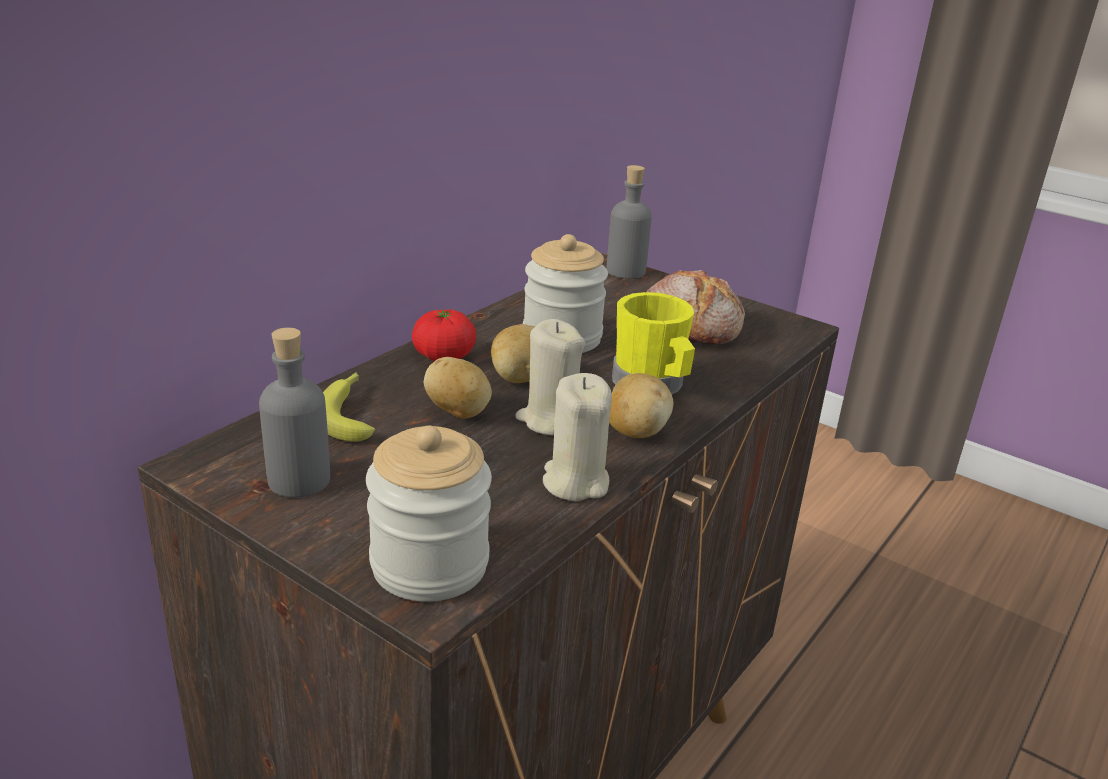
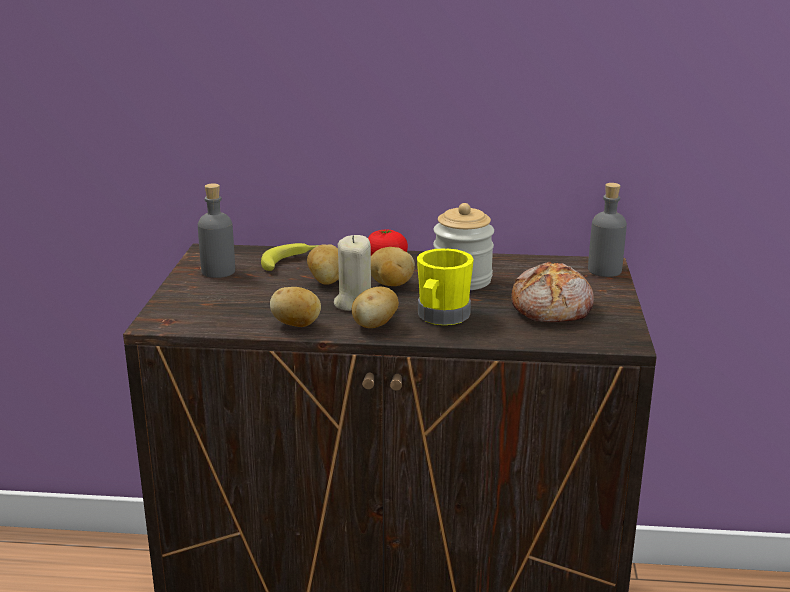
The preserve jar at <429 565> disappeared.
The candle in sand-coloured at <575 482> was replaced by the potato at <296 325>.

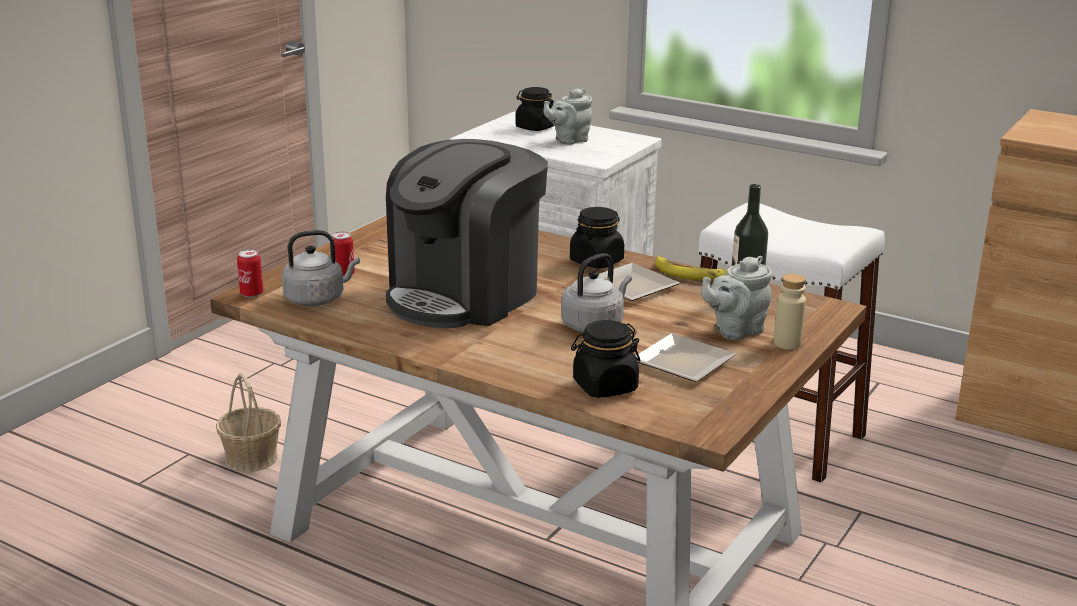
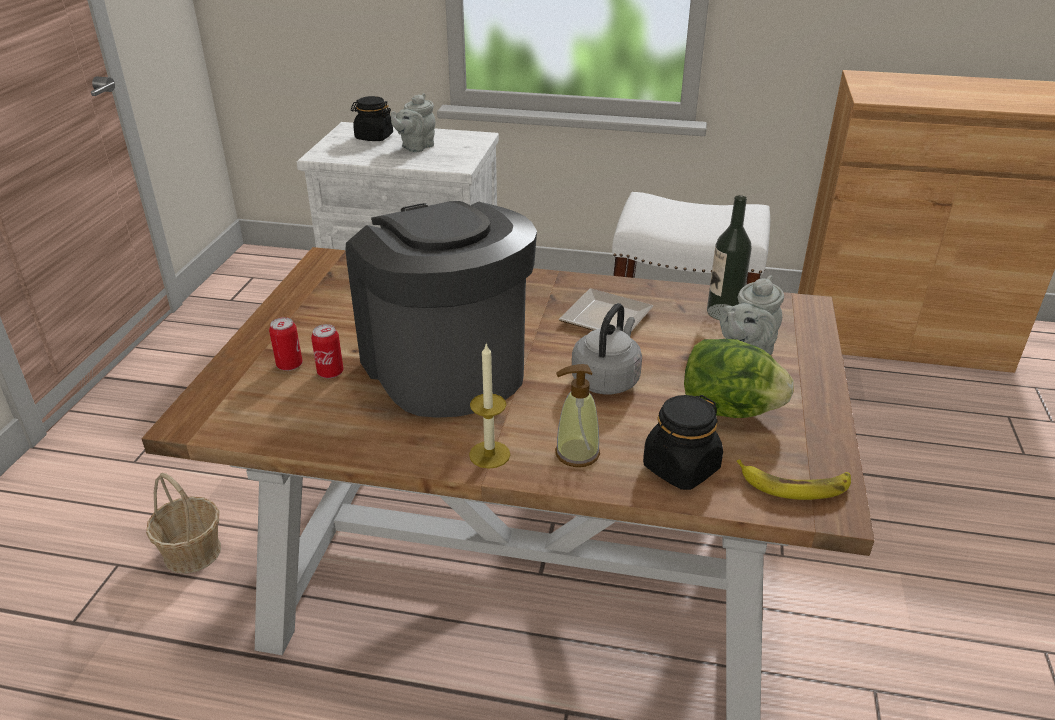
The can moved from <251 294> to <330 372>.
The water kettle in grey at <318 299> disappeared.
The coffee machine at <465 295> turned 135 degrees clockwise.
The preserve jar in black-coloured at <596 261> disappeared.
The flat dish at <682 361> was replaced by the lettuce head at <728 410>.
The banana moved from <689 274> to <795 485>.
The drink bottle in sand-coloured at <787 343> disappeared.
The candle at <489 454> appeared.
The soap bottle at <576 453> appeared.

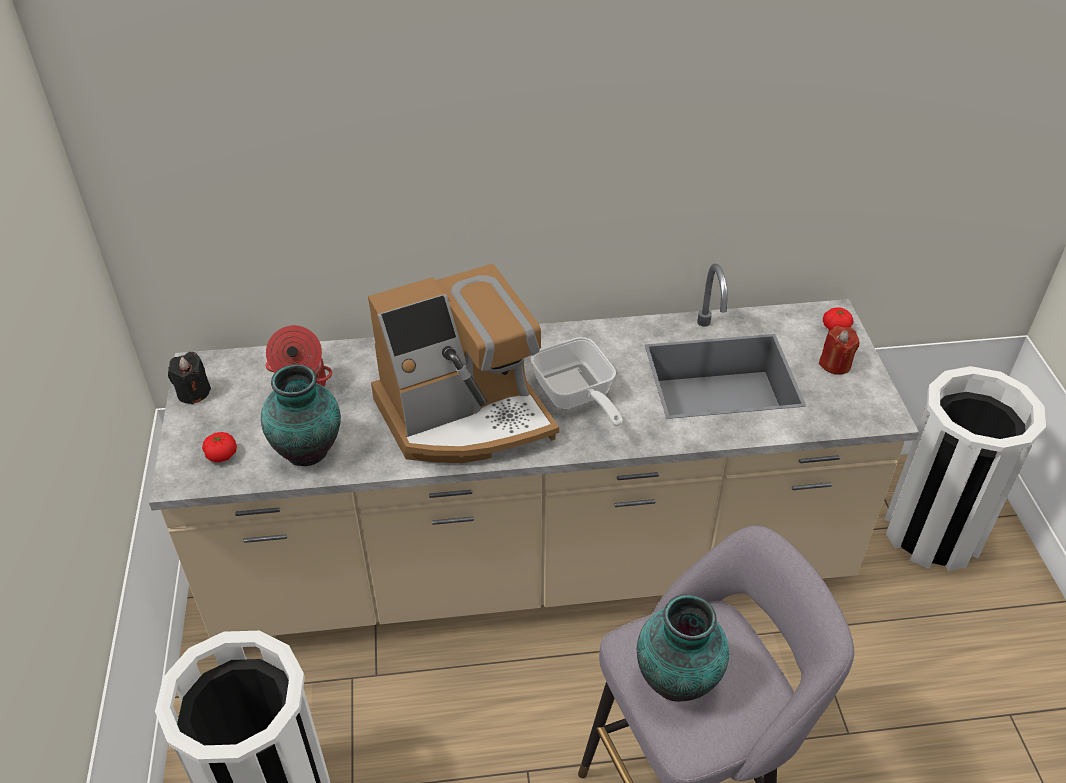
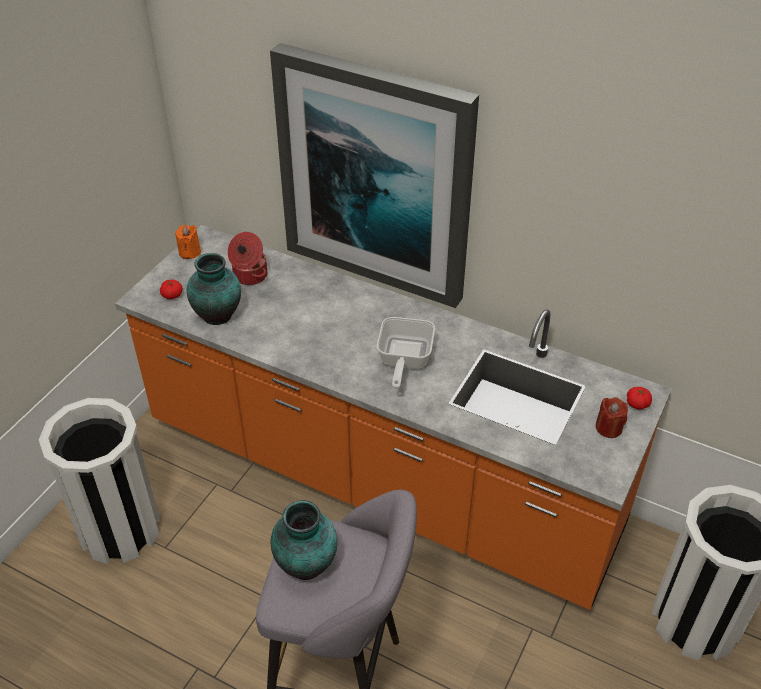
The kitchen base unit in sand-coloured at <533 562> became the kitchen base unit in orange-coloured at <380 476>.
The candle in black-coloured at <193 392> became the candle in orange-coloured at <189 252>.
The coffee machine at <465 416> disappeared.
The wall art at <376 177> appeared.

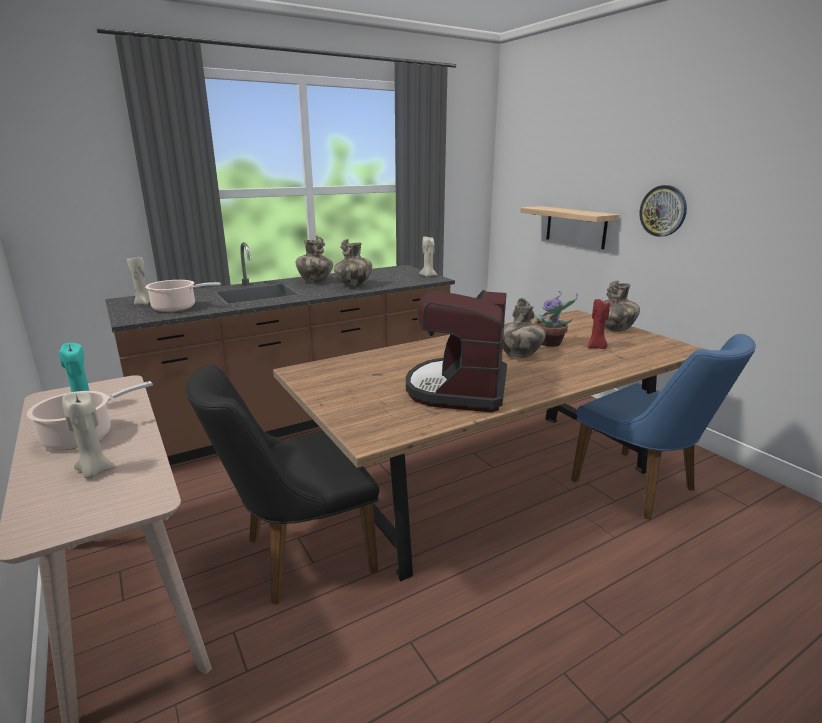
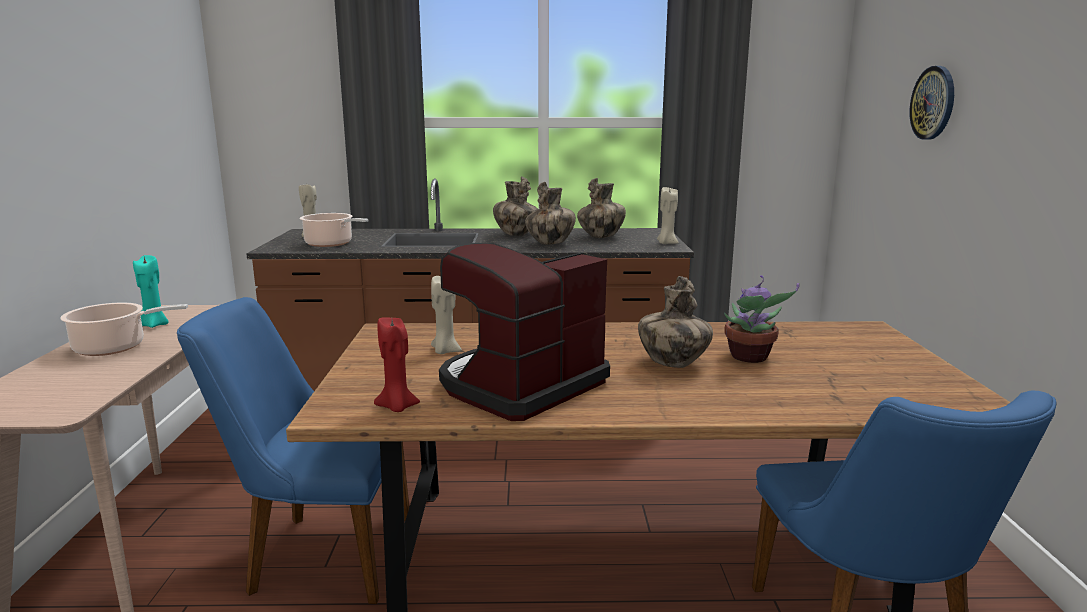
The candle in sand-coloured moved from <94 472> to <445 351>.
The upright chair in black-coloured at <297 556> became the upright chair in blue-coloured at <317 554>.
The shelf at <575 227> disappeared.
The candle in reddish moved from <596 347> to <397 407>.
The vase moved from <614 329> to <601 237>.
The hanging clock moved from <663 211> to <933 103>.

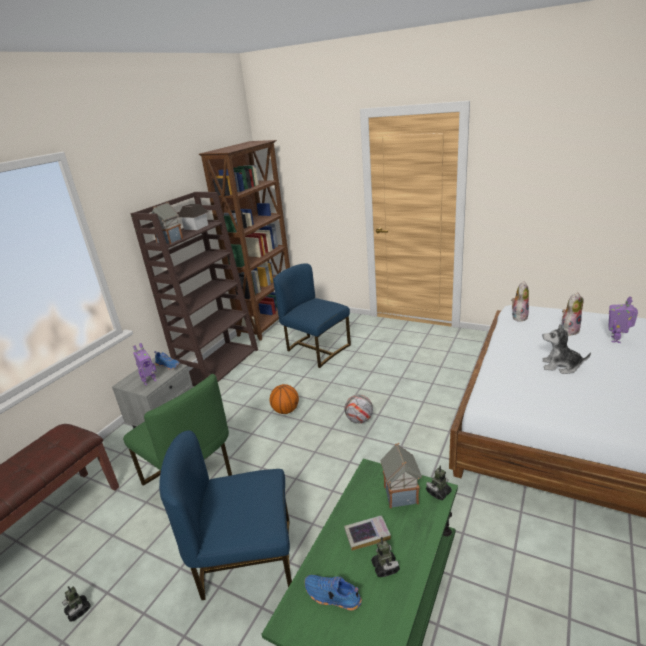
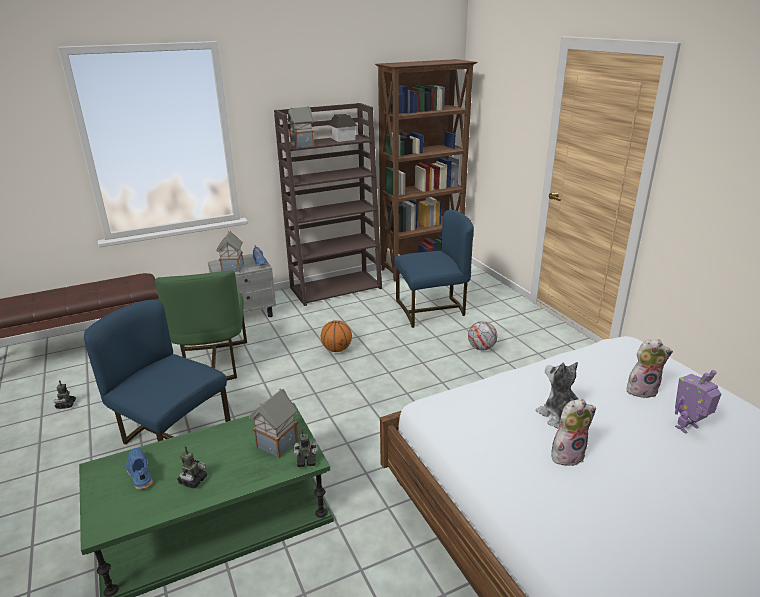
The model robot at <149 381> was replaced by the toy house at <232 268>.
The upright chair in blue-coloured at <316 349> turned 90 degrees clockwise.
The football ball moved from <359 420> to <481 348>.
The volume at <367 535> disappeared.
The cuddly toy moved from <518 316> to <567 454>.

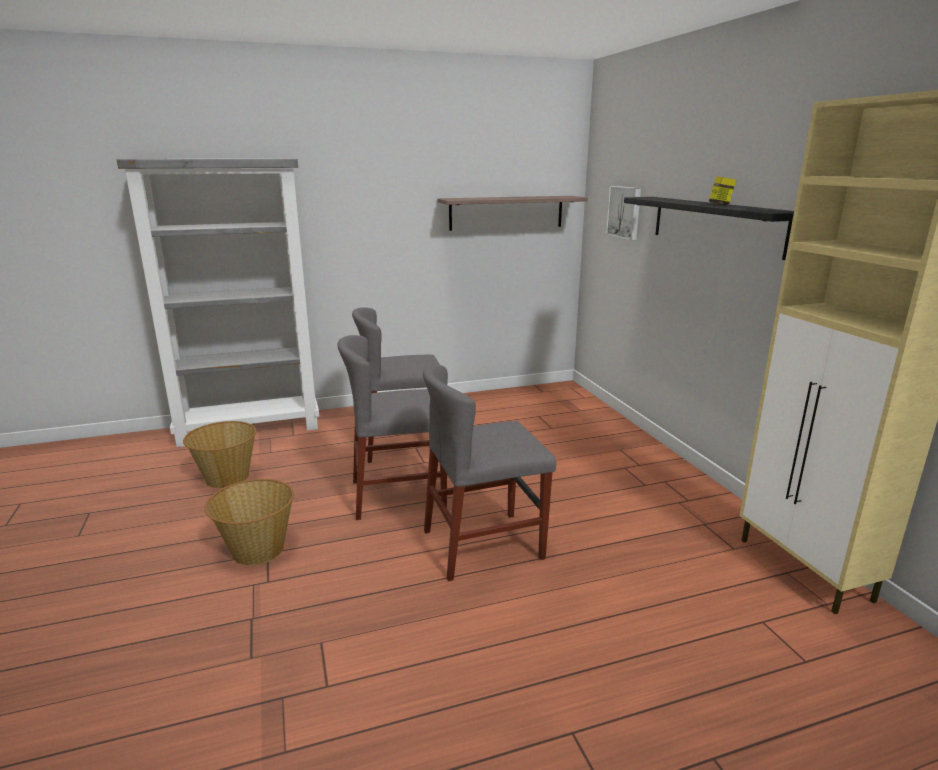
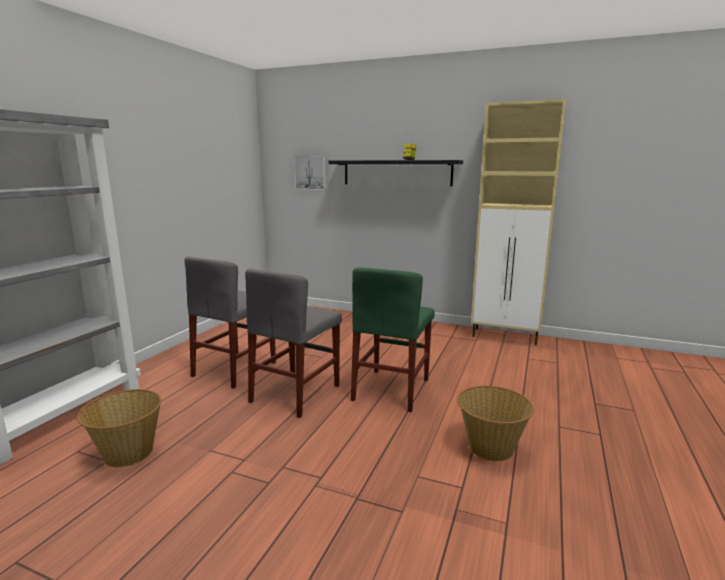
The household basket moved from <257 550> to <490 448>.
The upright chair in grey at <483 544> became the upright chair in greenish at <391 389>.
The shelf at <506 212> disappeared.

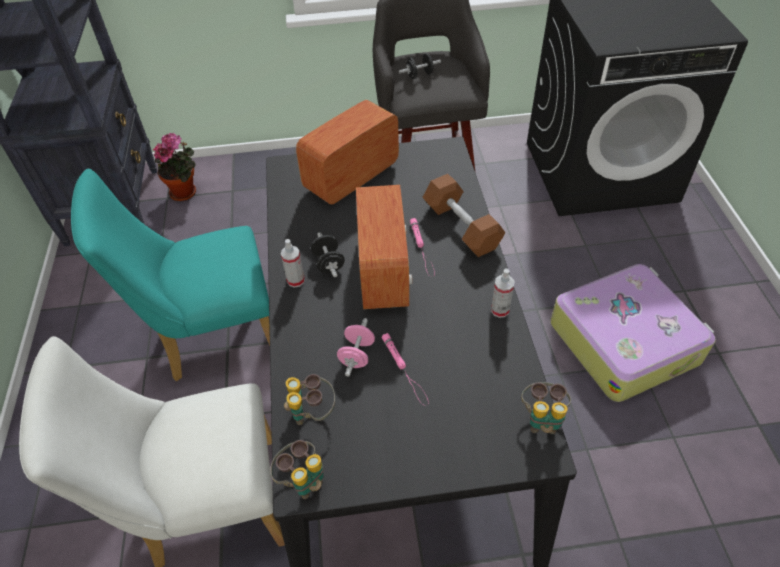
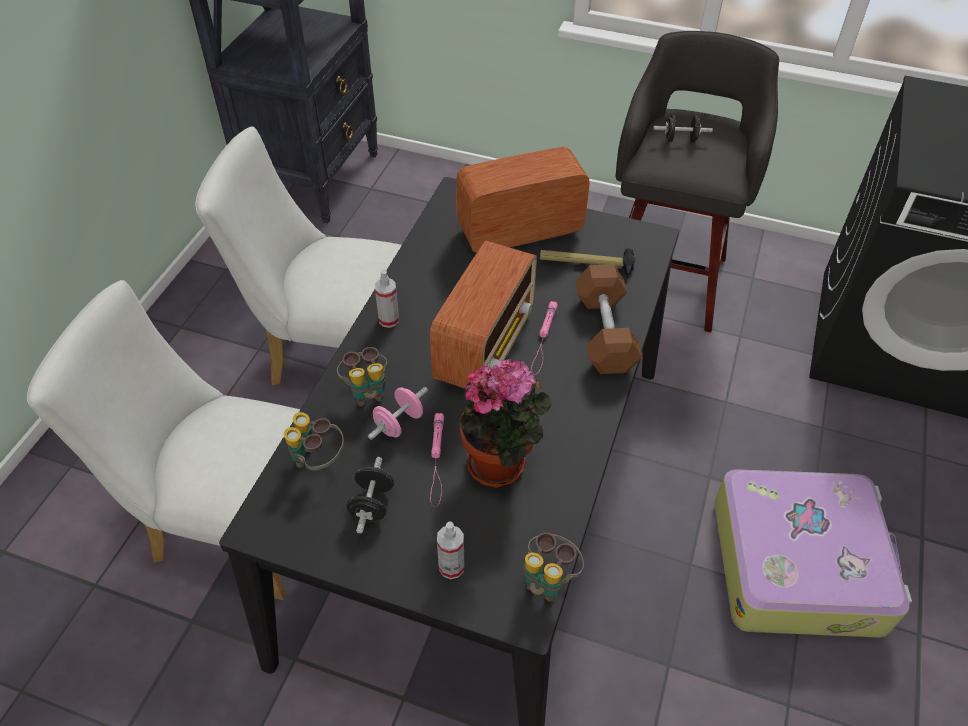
The upright chair in turquoise-coloured at <212 336> became the upright chair in white at <332 354>.
The potted plant moved from <185 192> to <502 464>.
The pair of binoculars moved from <303 480> to <367 391>.
The hand weight in black-coloured moved from <329 263> to <372 504>.
The hand sprayer moved from <500 310> to <451 567>.
The hammer at <586 264> appeared.

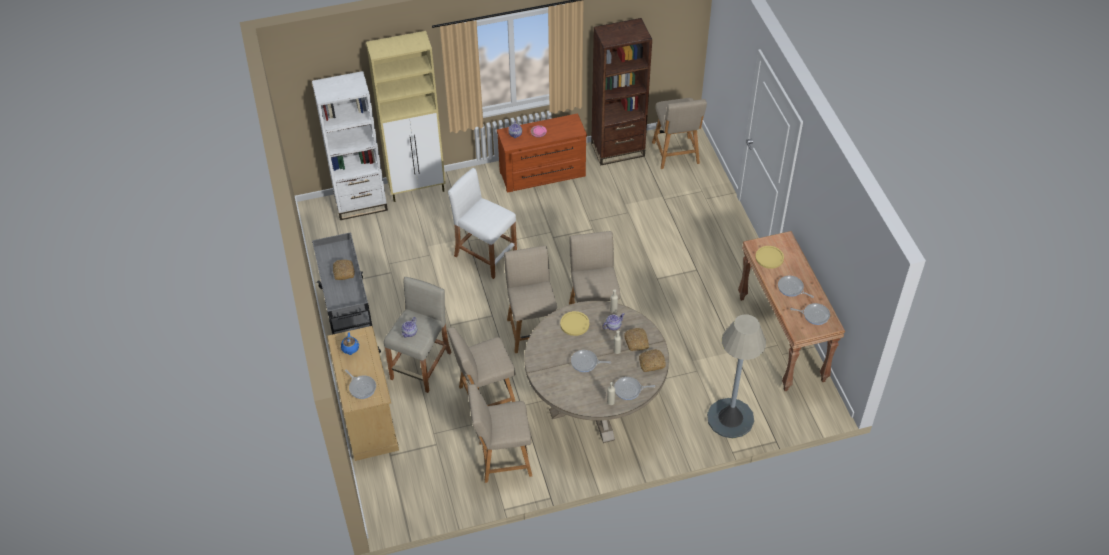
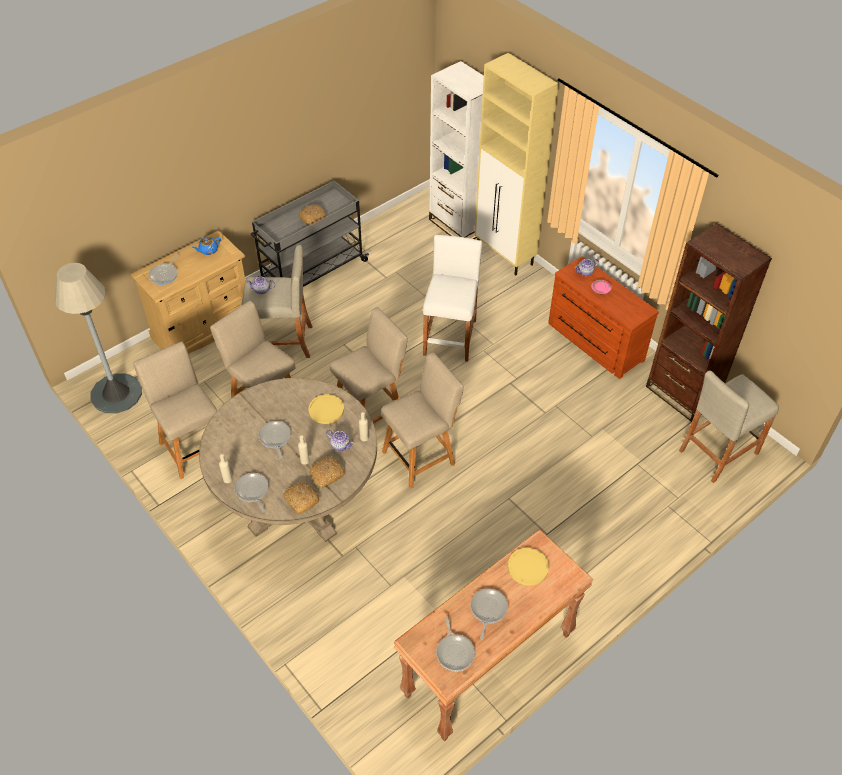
The upright chair in sand-coloured at <676 154> was replaced by the stool seat in sand-coloured at <718 451>.
The standard lamp in grey moved from <730 418> to <116 394>.

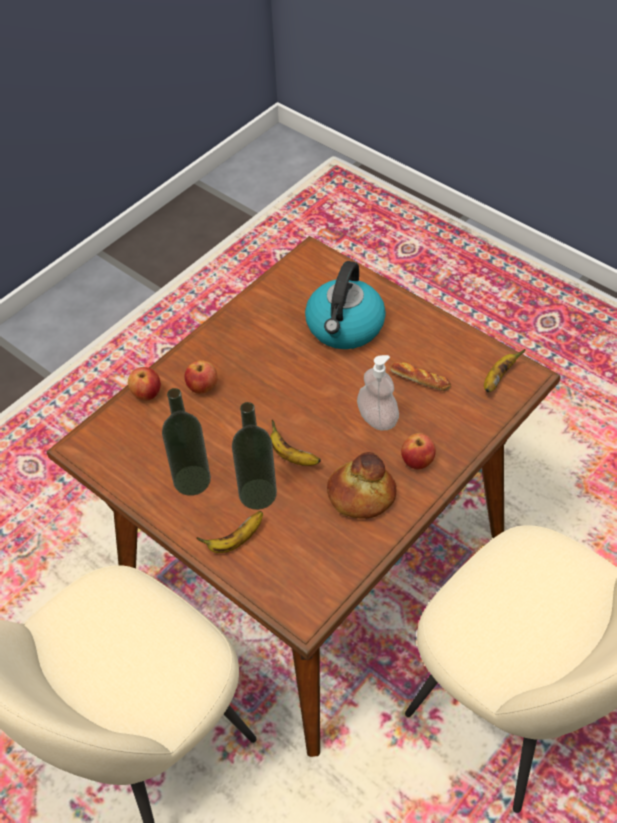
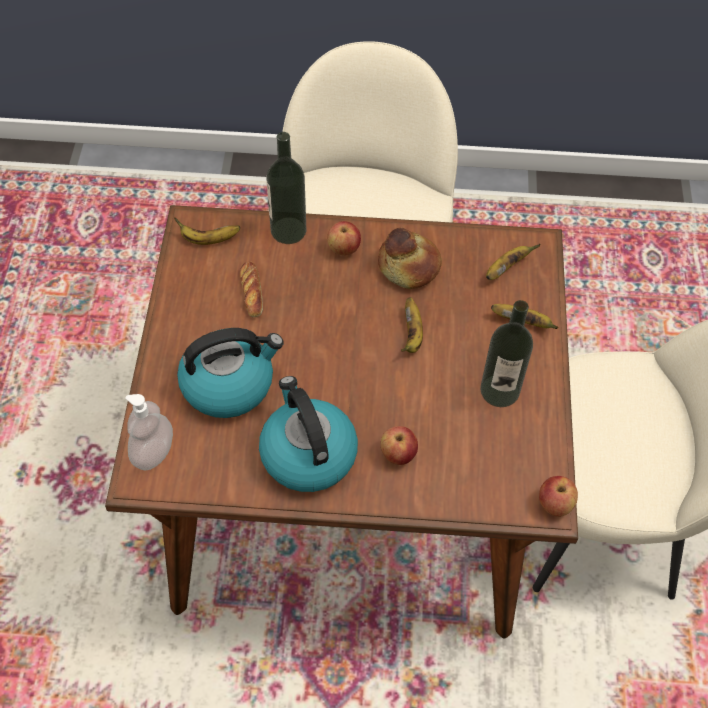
The apple moved from <146 394> to <554 504>.
The drink bottle moved from <257 494> to <288 230>.
The soap bottle moved from <377 418> to <153 452>.
The water kettle at <307 453> appeared.
The banana at <506 268> appeared.

